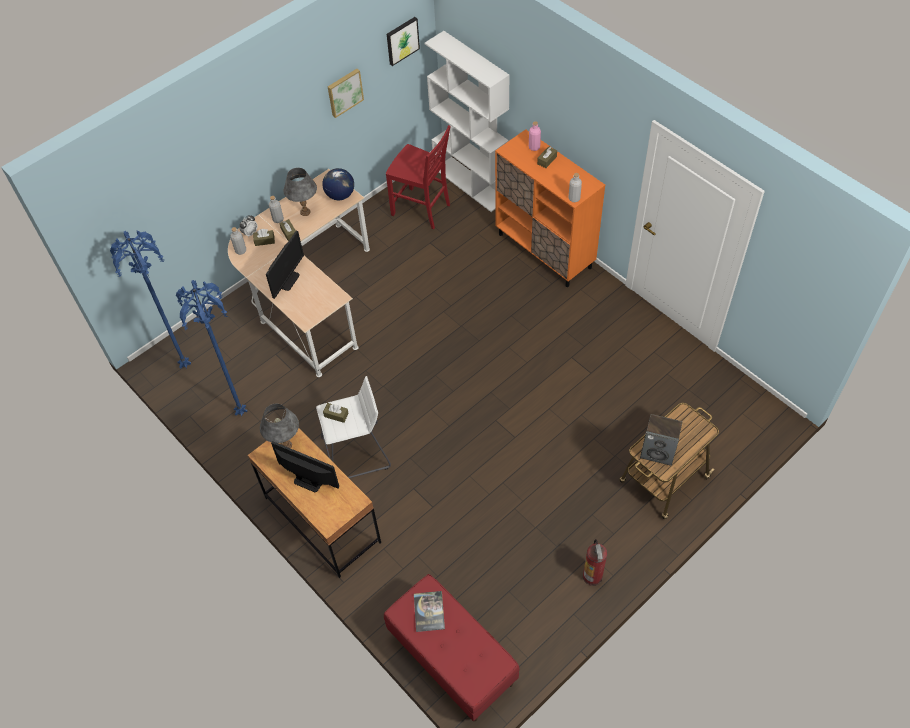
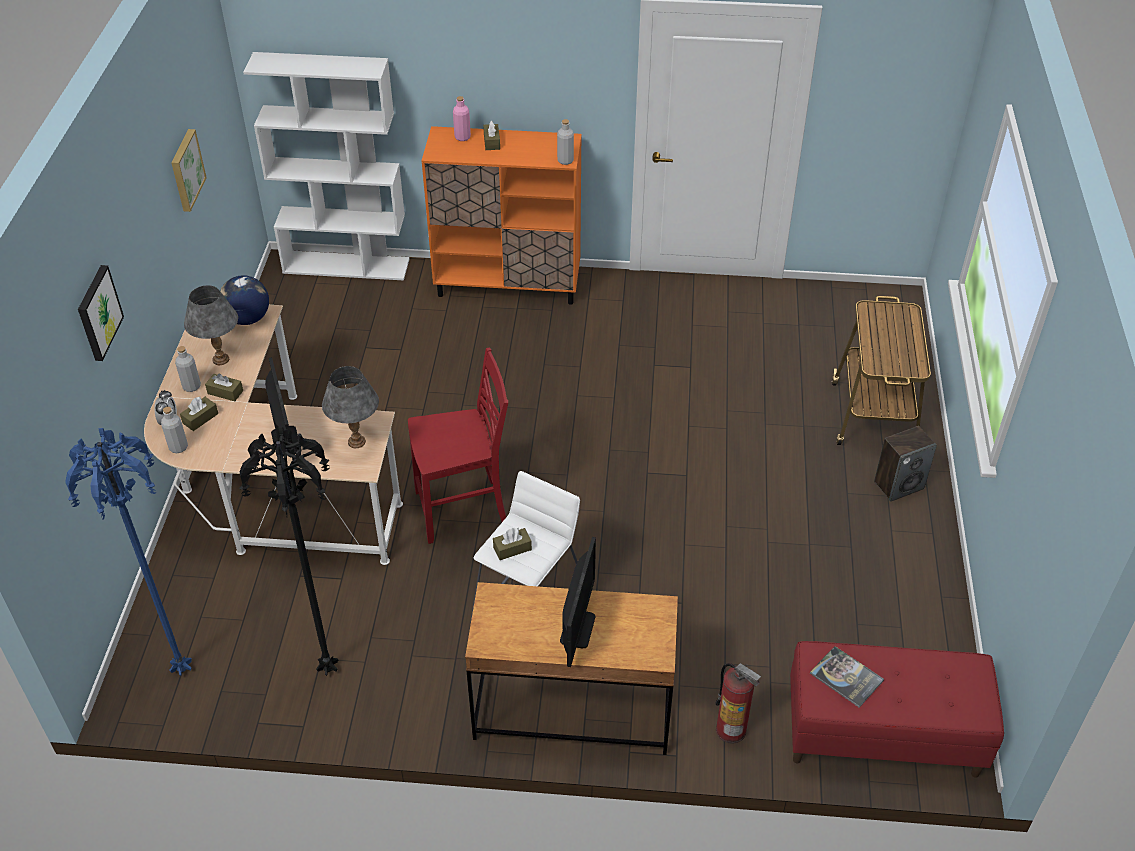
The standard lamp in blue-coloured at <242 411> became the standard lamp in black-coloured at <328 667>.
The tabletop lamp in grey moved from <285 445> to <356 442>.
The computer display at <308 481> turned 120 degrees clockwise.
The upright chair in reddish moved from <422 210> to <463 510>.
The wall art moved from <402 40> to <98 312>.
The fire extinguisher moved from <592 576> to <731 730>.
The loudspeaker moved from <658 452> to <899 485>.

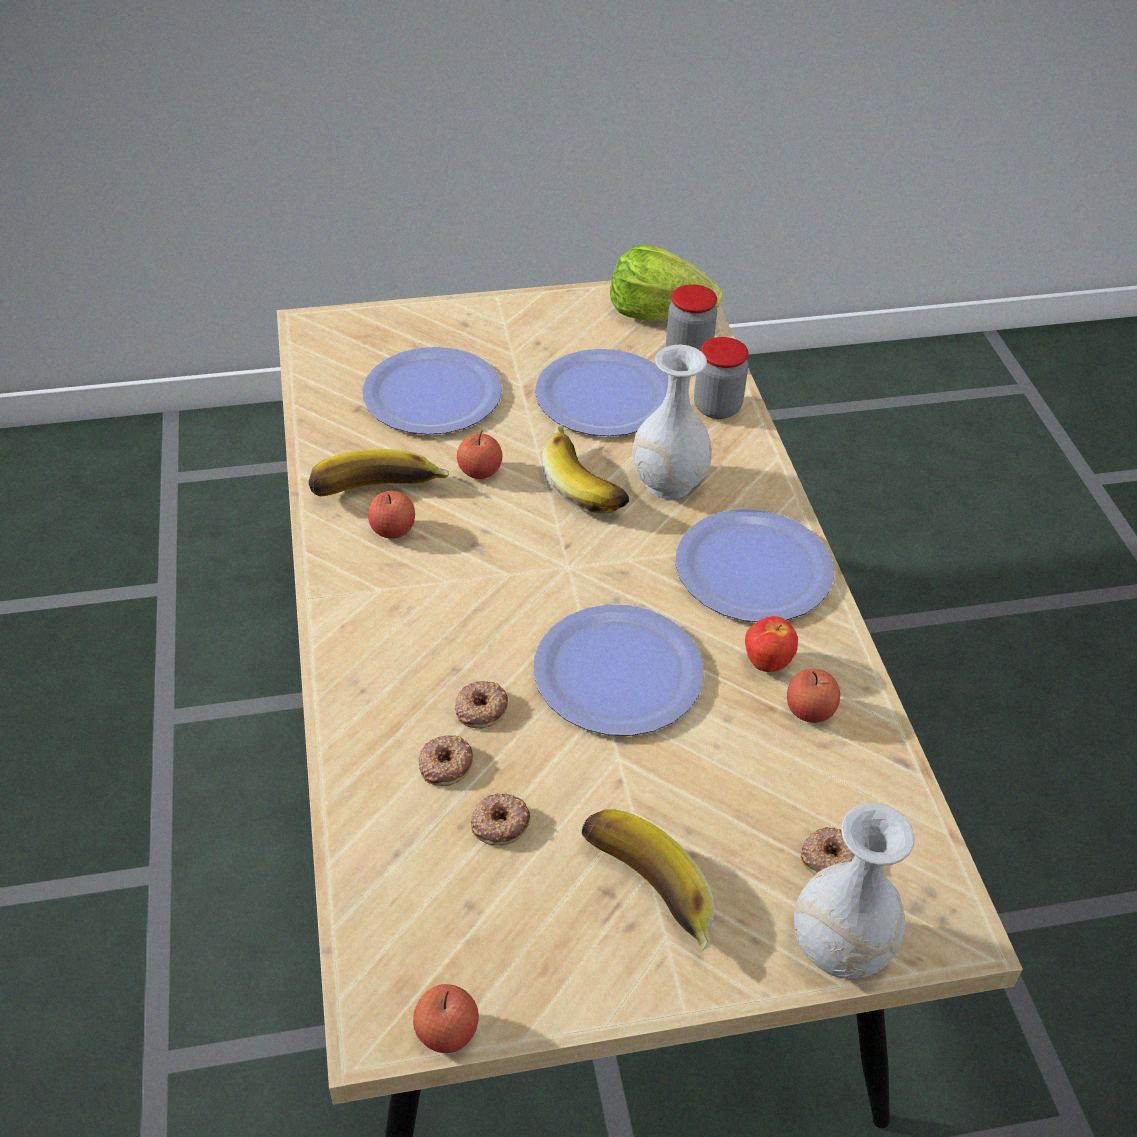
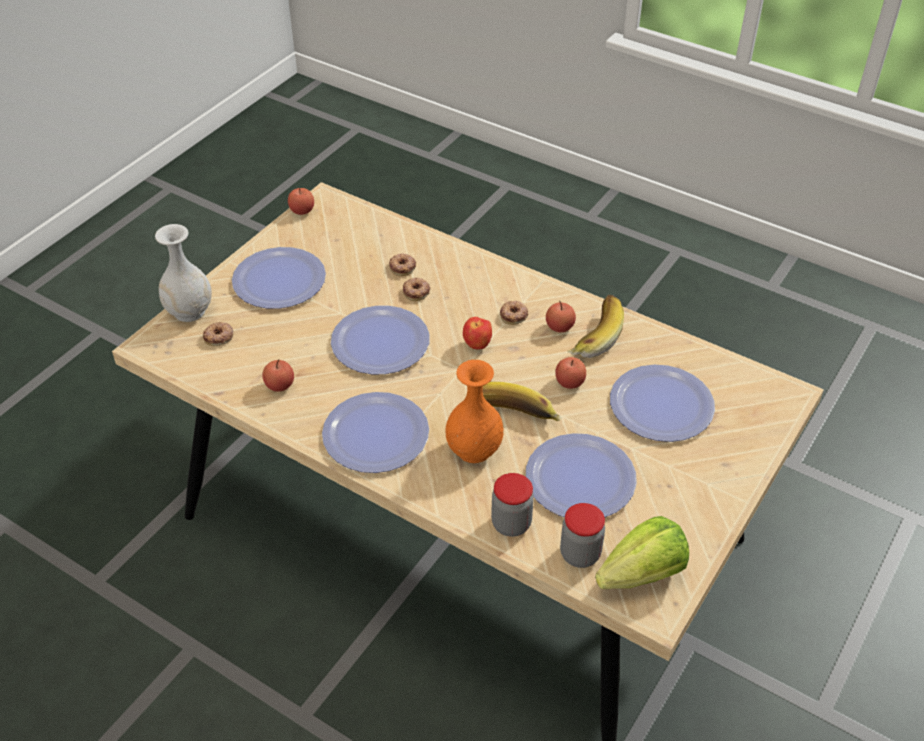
The doughnut moved from <500 822> to <514 315>.
The banana at <643 895> was replaced by the flat dish at <279 280>.
The vase in white at <668 482> became the vase in orange-coloured at <474 450>.
The apple moved from <767 662> to <477 345>.

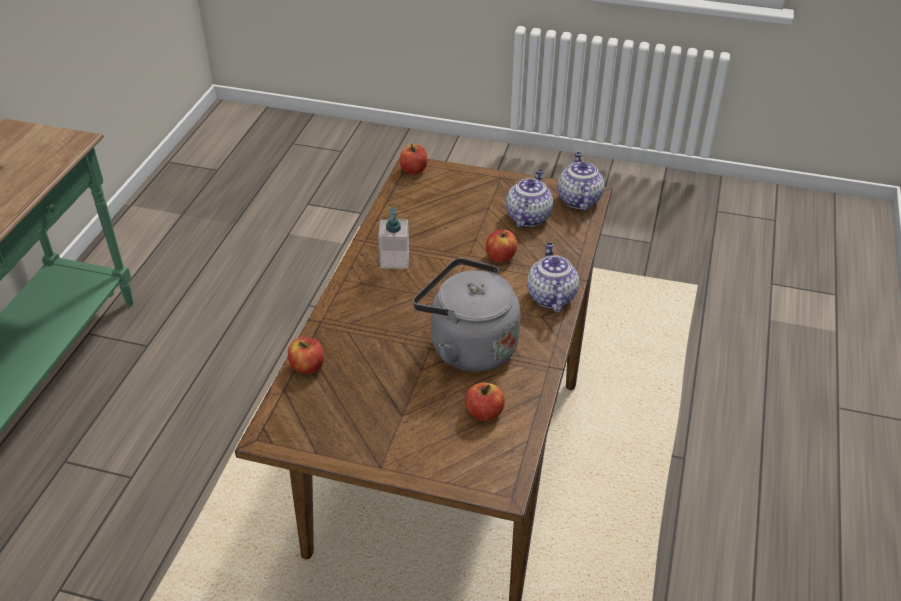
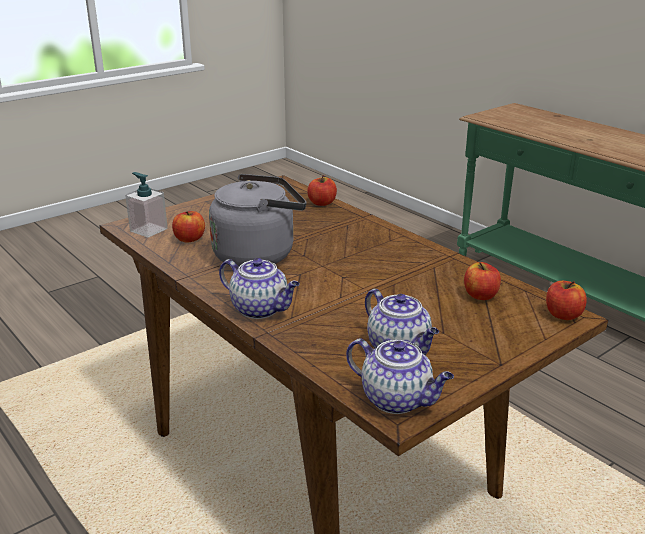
The soap bottle moved from <394 260> to <148 230>.
The apple moved from <500 256> to <480 295>.

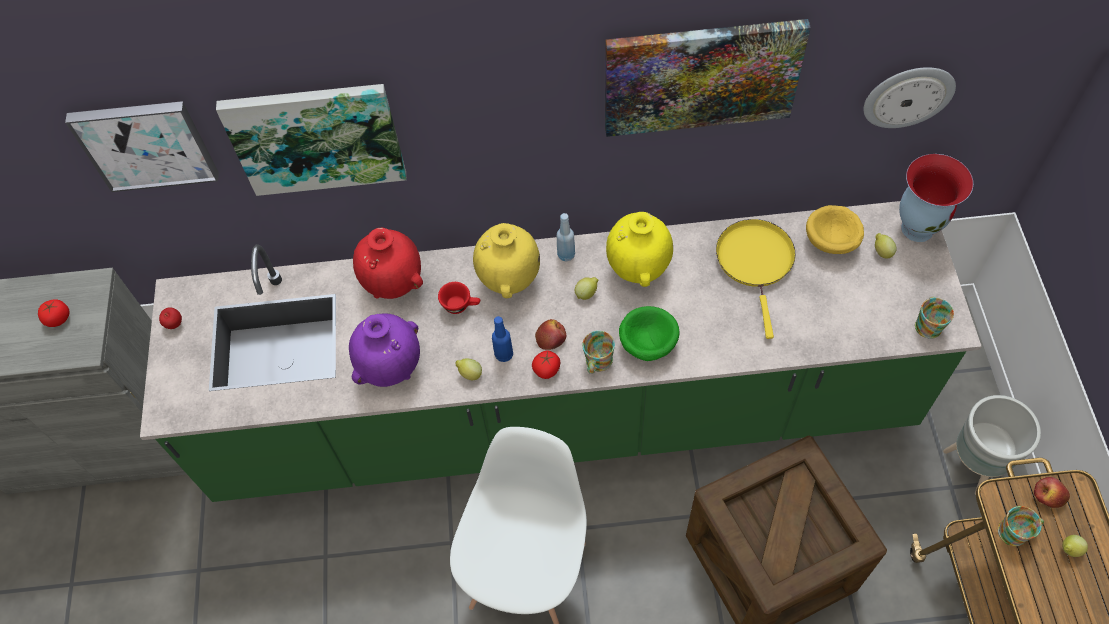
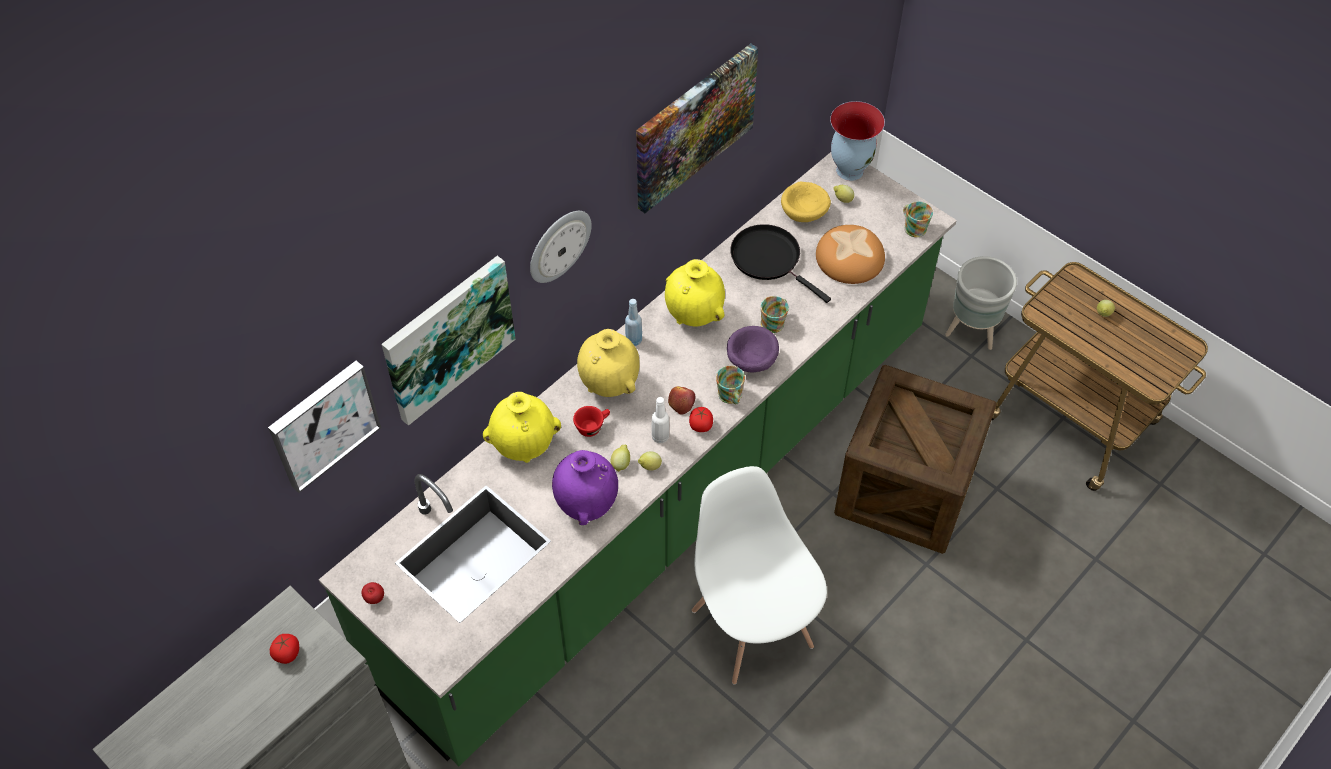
The vase in reddish at <394 284> became the vase in yellow-coloured at <525 446>.
The drink bottle in blue-coloured at <504 354> became the drink bottle in white at <660 437>.
The citrus fruit moved from <587 293> to <621 463>.
The serving bowl in greenish at <647 343> became the serving bowl in purple-coloured at <750 360>.
The frying pan in yellow-coloured at <755 262> became the frying pan in black-coloured at <769 259>.
The hanging clock moved from <908 96> to <558 245>.
The coffee mug moved from <1016 532> to <775 321>.
The apple at <1048 495> disappeared.
The baked bread at <850 258> appeared.

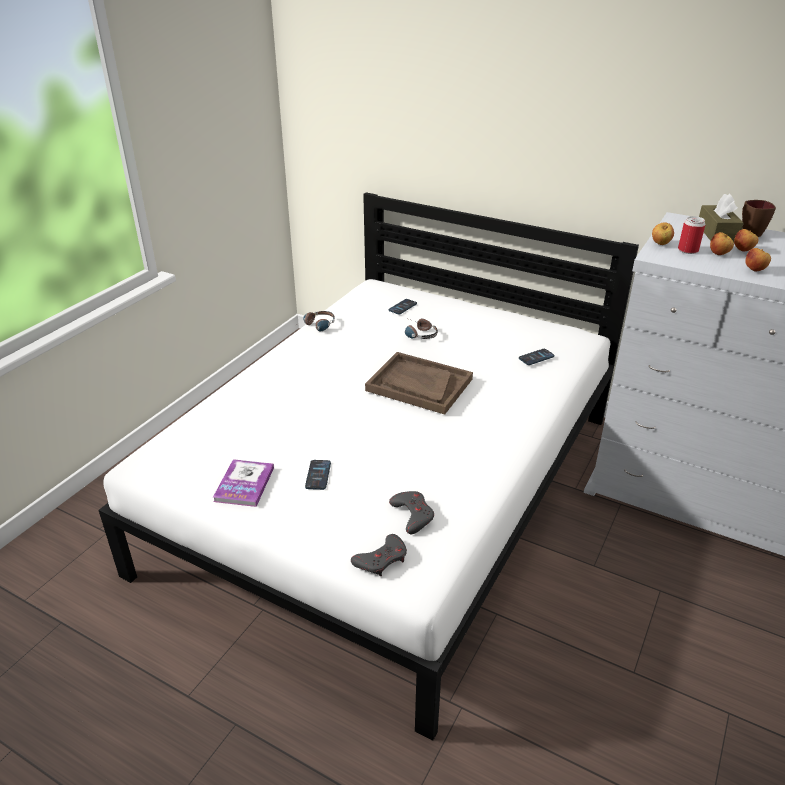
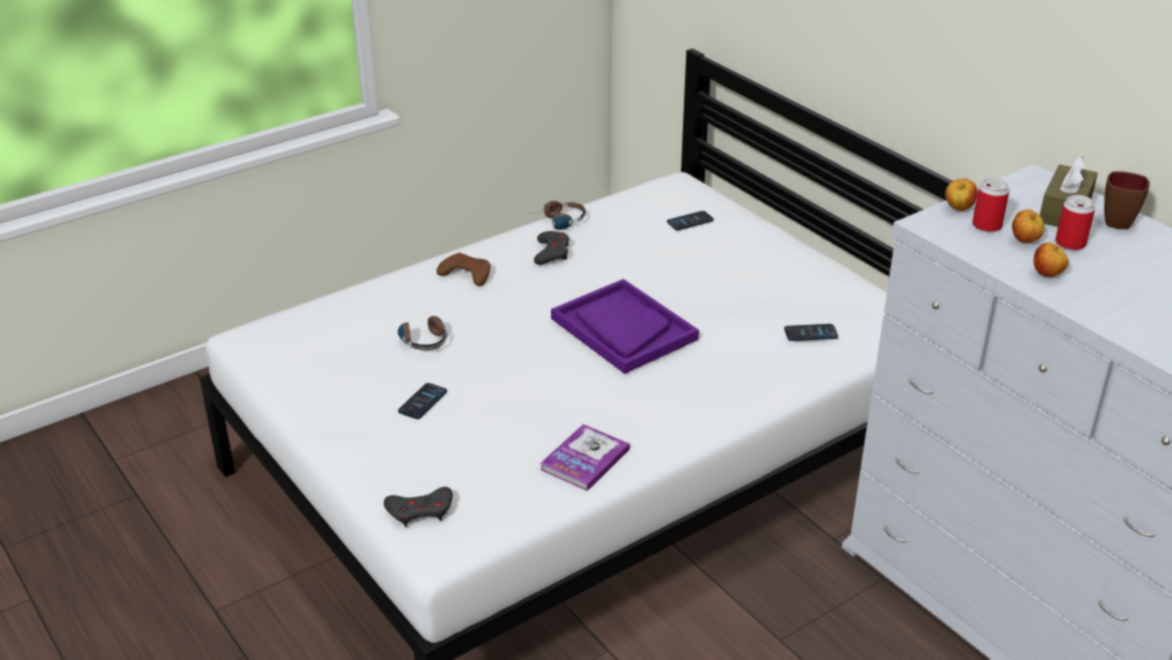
The volume moved from <244 484> to <585 459>.
The carrying tray in brown-coloured at <419 385> became the carrying tray in purple-coloured at <623 329>.
The game controller in grey moved from <412 514> to <552 252>.
The headset moved from <417 334> to <422 338>.
The apple at <743 250> was replaced by the can at <1070 244>.
The game controller in brown-coloured at <466 274> appeared.

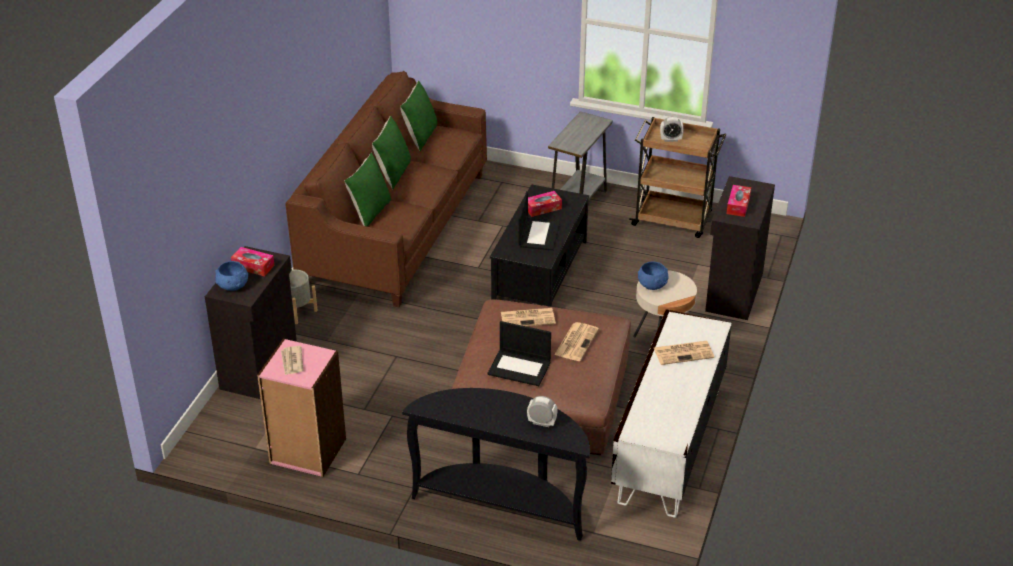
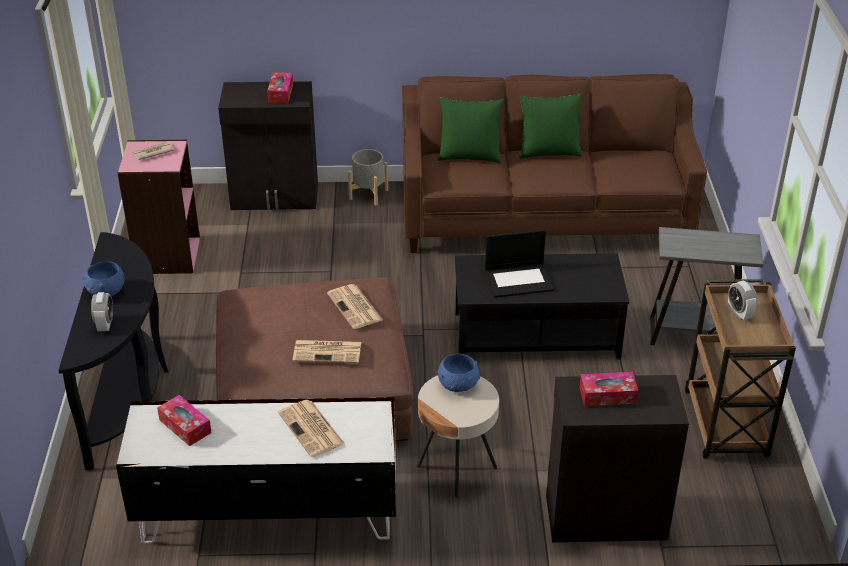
The serving bowl in blue-coloured moved from <233 286> to <106 291>.
The throw pillow in greenish at <420 136> disappeared.
The notebook computer at <520 368> disappeared.
The tissue holder moved from <543 208> to <185 426>.

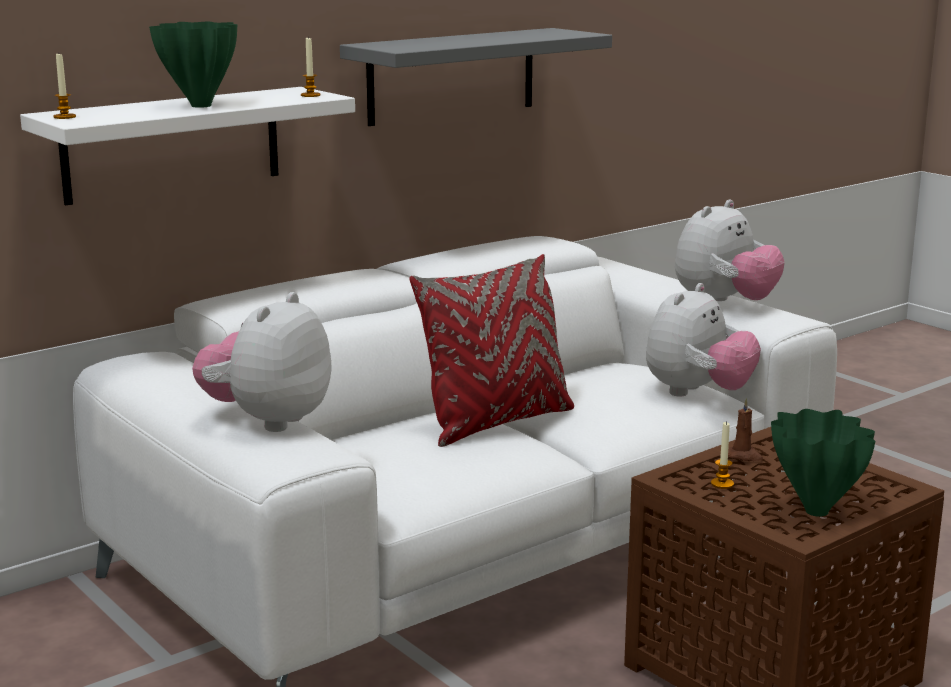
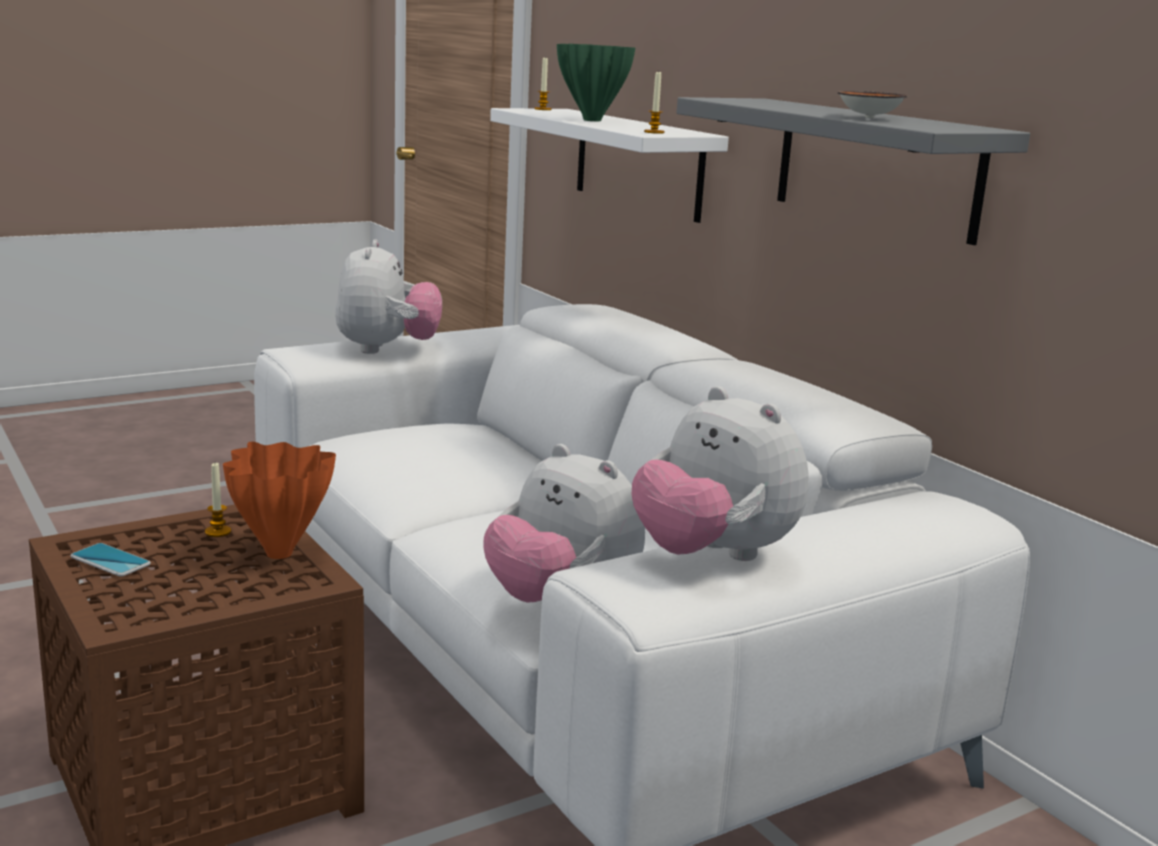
The cuddly toy at <268 420> turned 60 degrees clockwise.
The throw pillow in reddish at <496 422> disappeared.
The candle in brown-coloured at <744 456> was replaced by the vase in orange-coloured at <280 554>.
The vase in greenish at <815 511> was replaced by the handset at <110 561>.
The serving bowl at <871 118> appeared.

